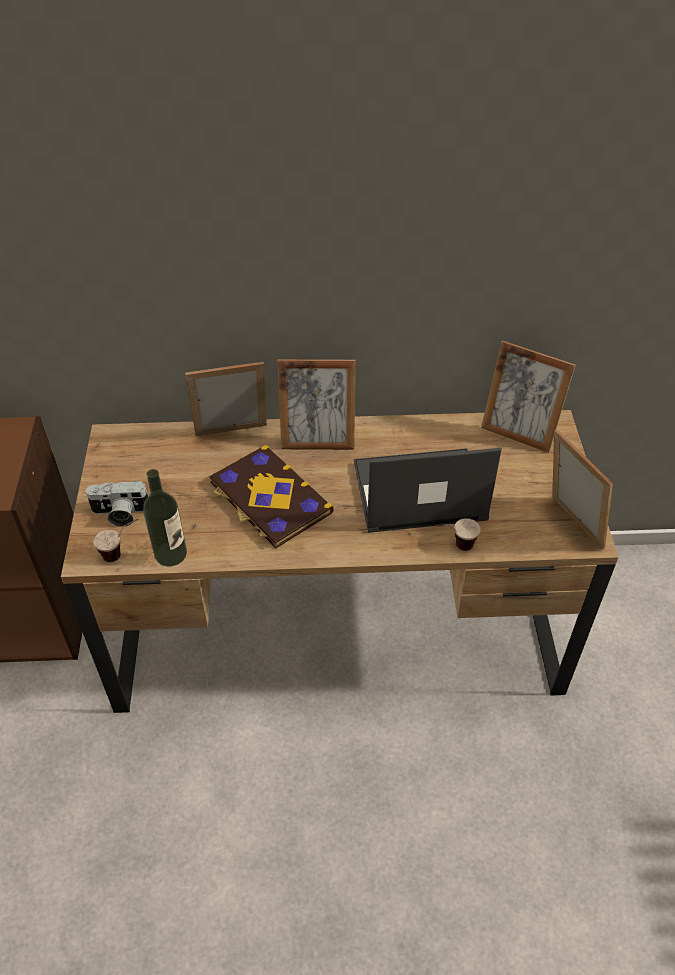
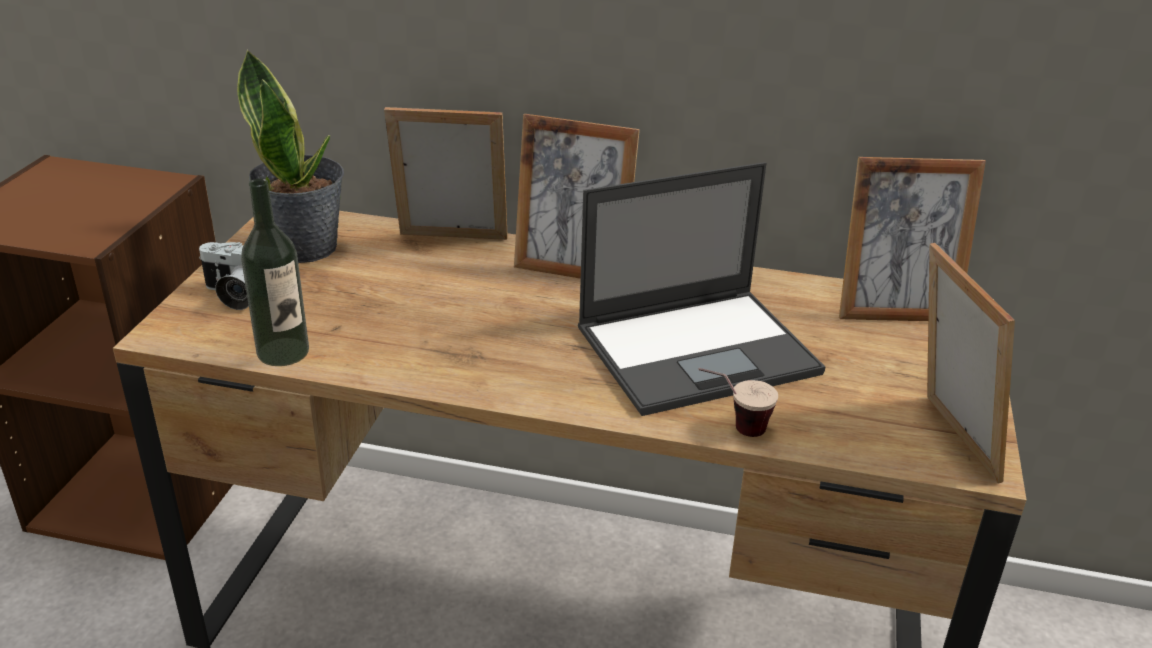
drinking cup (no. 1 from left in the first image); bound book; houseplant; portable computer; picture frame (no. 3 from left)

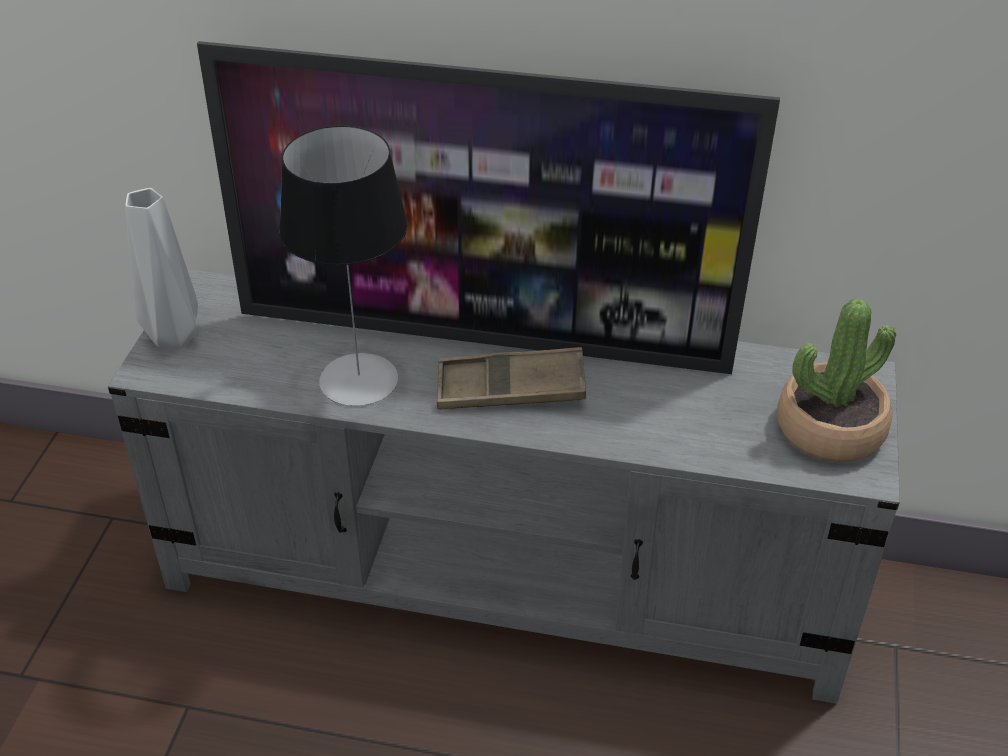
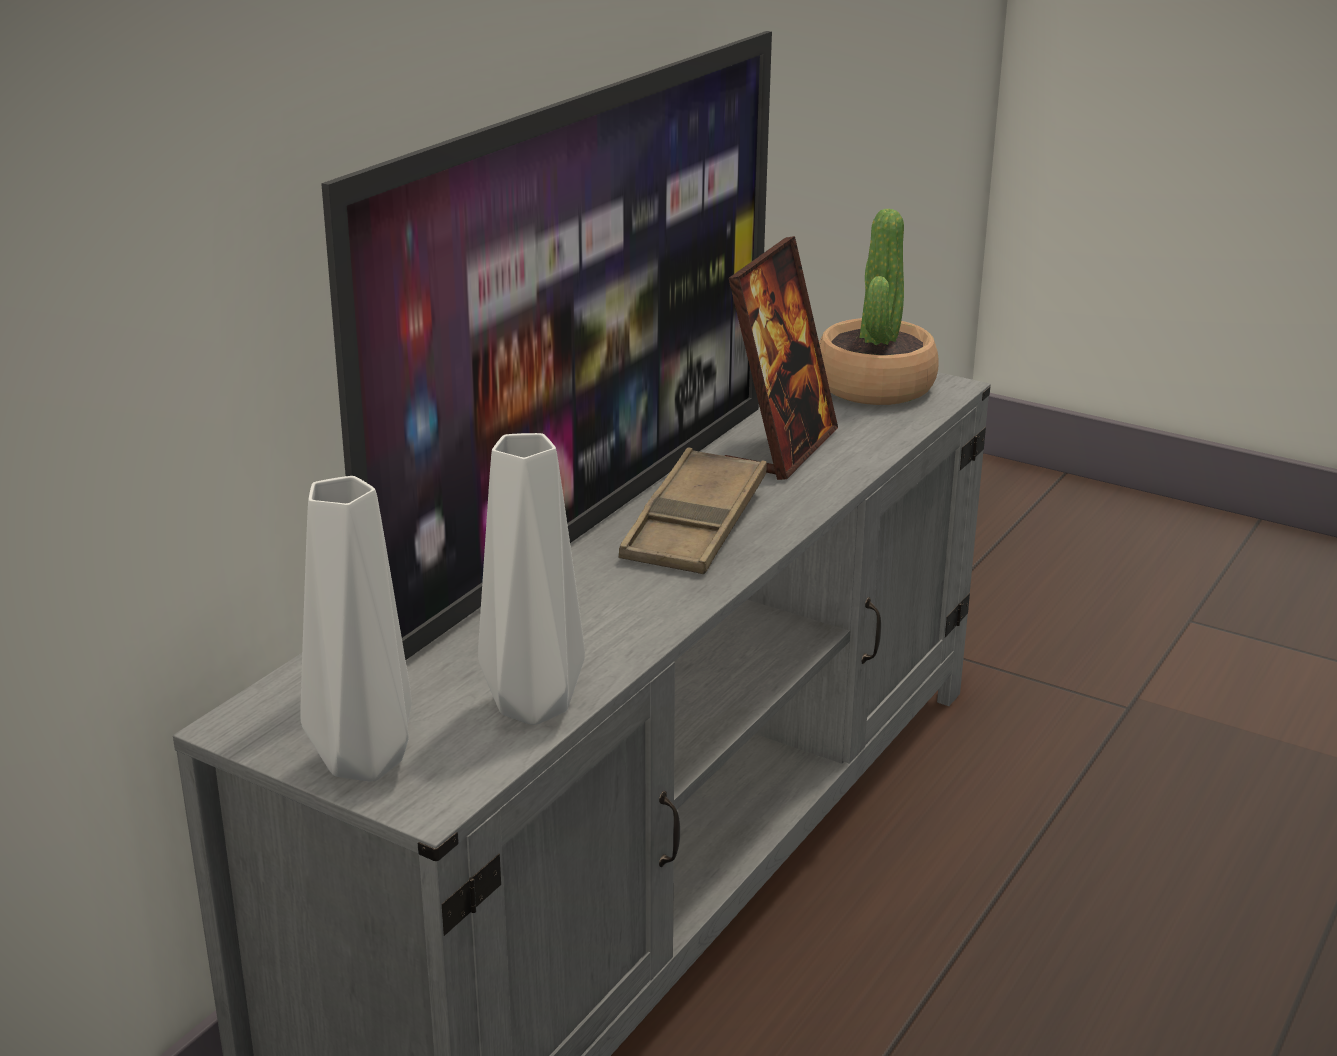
tabletop lamp; decorative vase (grey) (no. 2 from left); picture frame

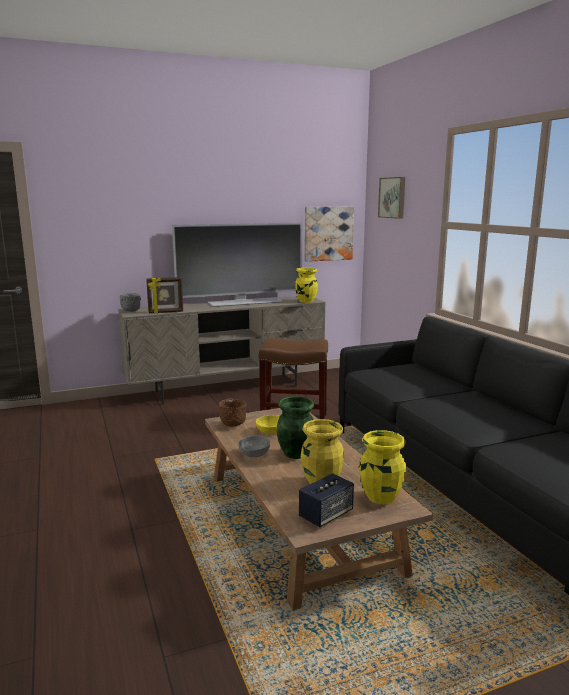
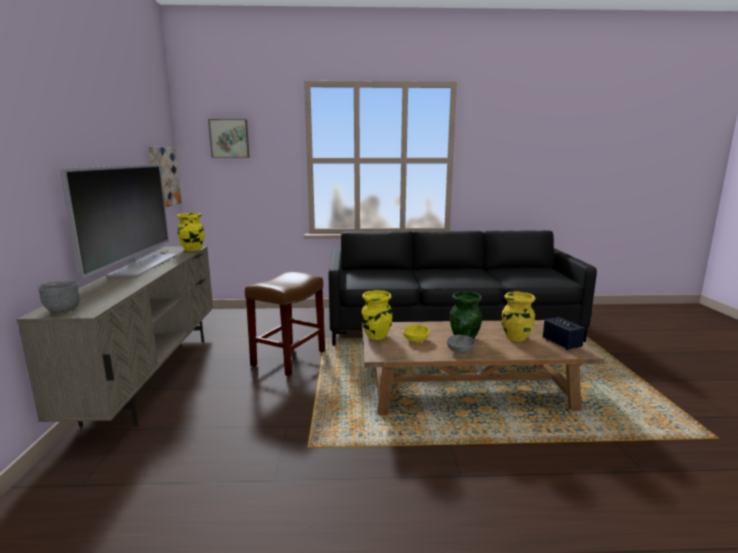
picture frame; serving bowl (brown); decorative vase (yellow) (no. 2 from left)

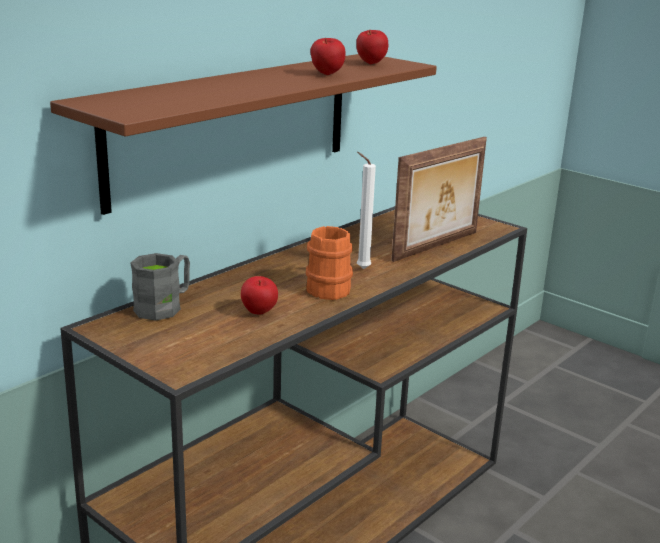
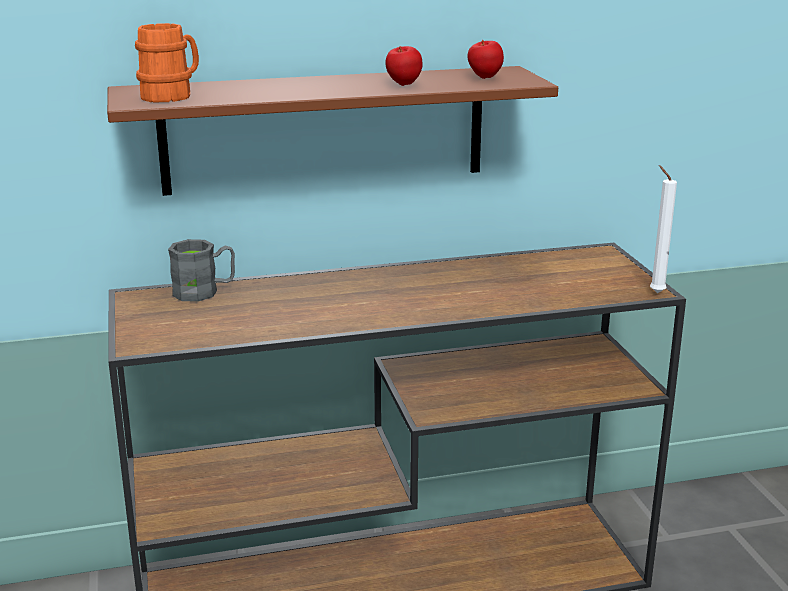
apple fruit (no. 1 from left in the first image); picture frame; mug (orange); wax candle (white)

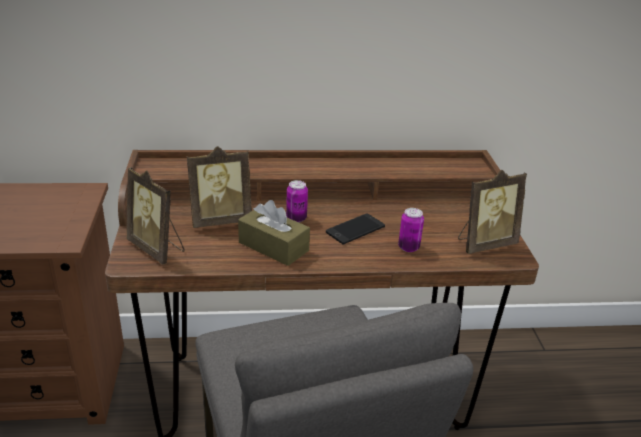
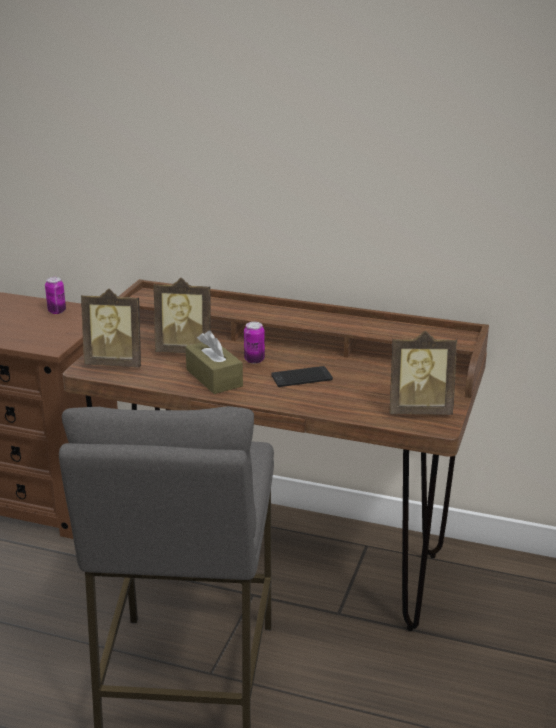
metal can (no. 1 from left); picture frame (no. 1 from left)

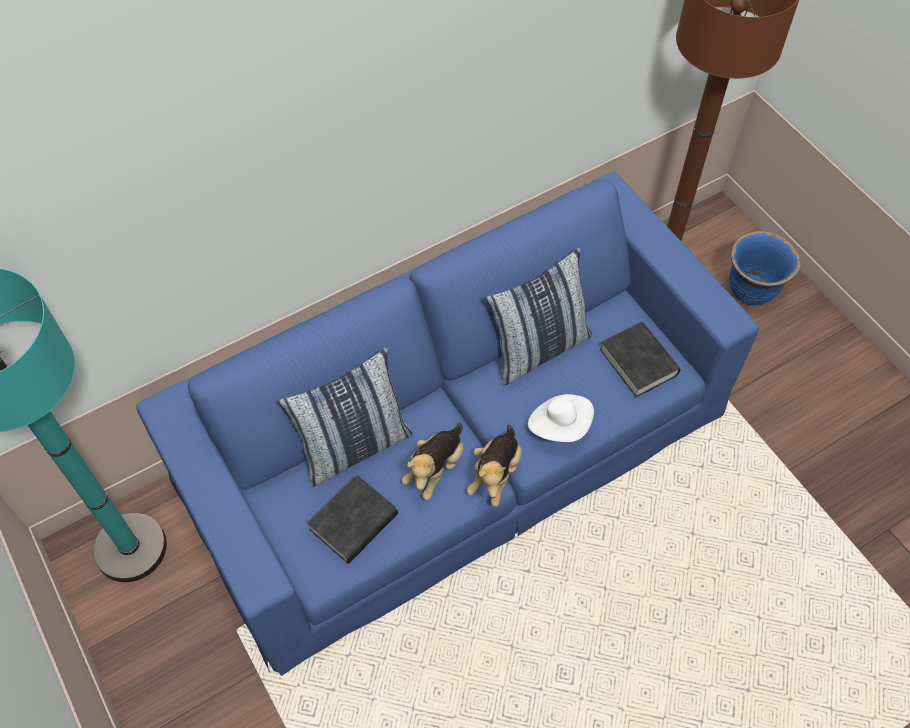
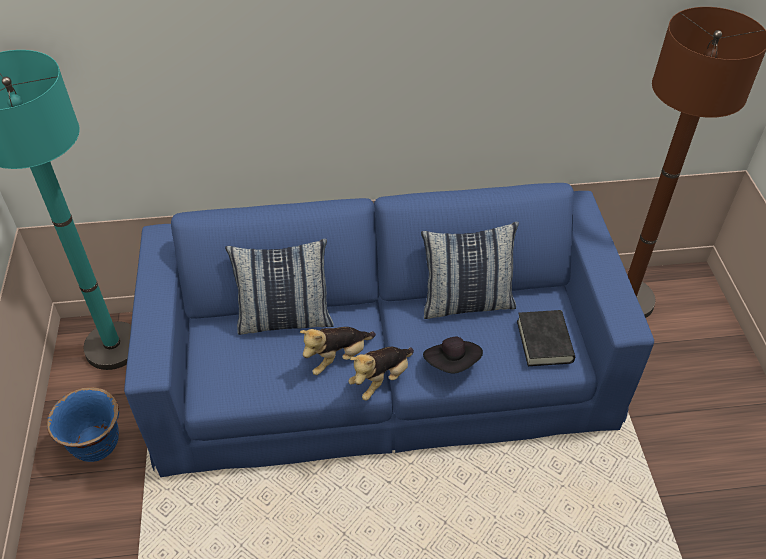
bound book (blackish) (no. 1 from left in the first image); flower pot (blue); wearable hat (blackish)

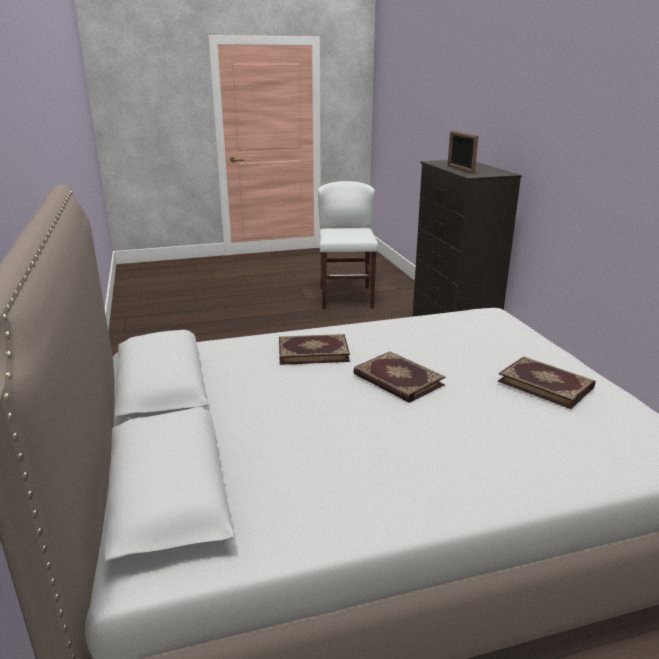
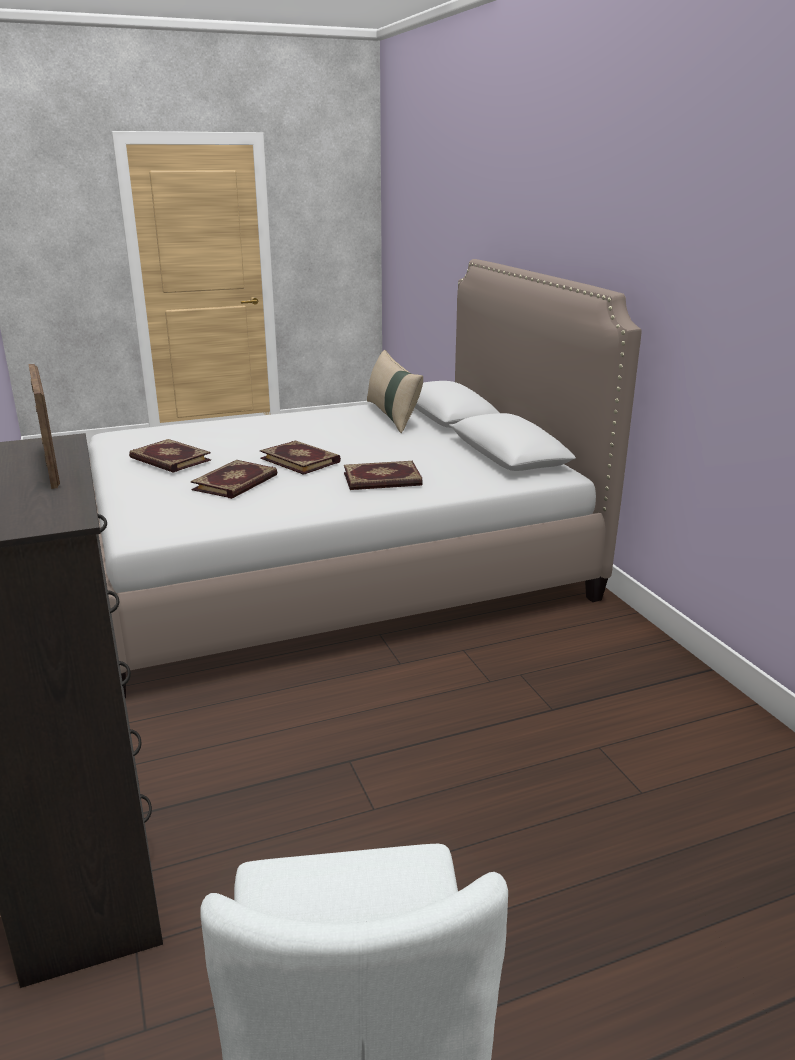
bound book (no. 2 from left); throw pillow (beige)

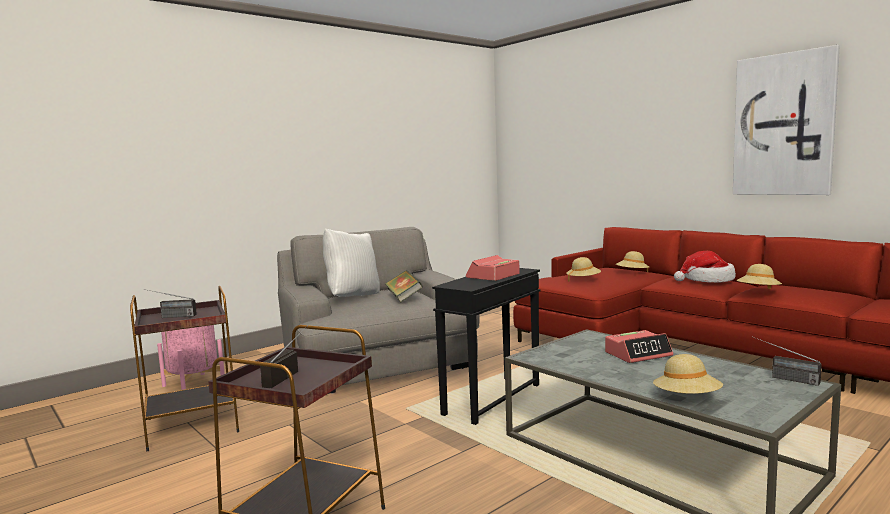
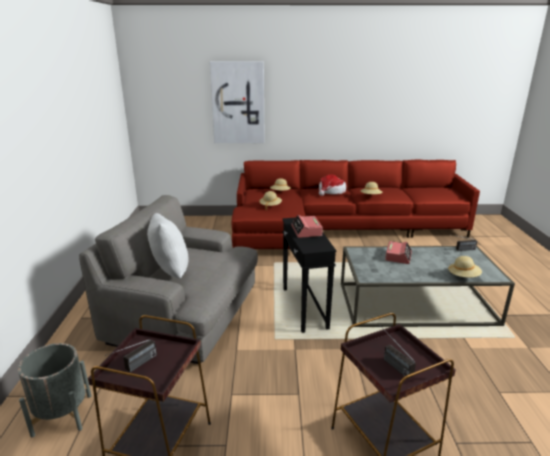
bound book; picture; flower pot (grey)

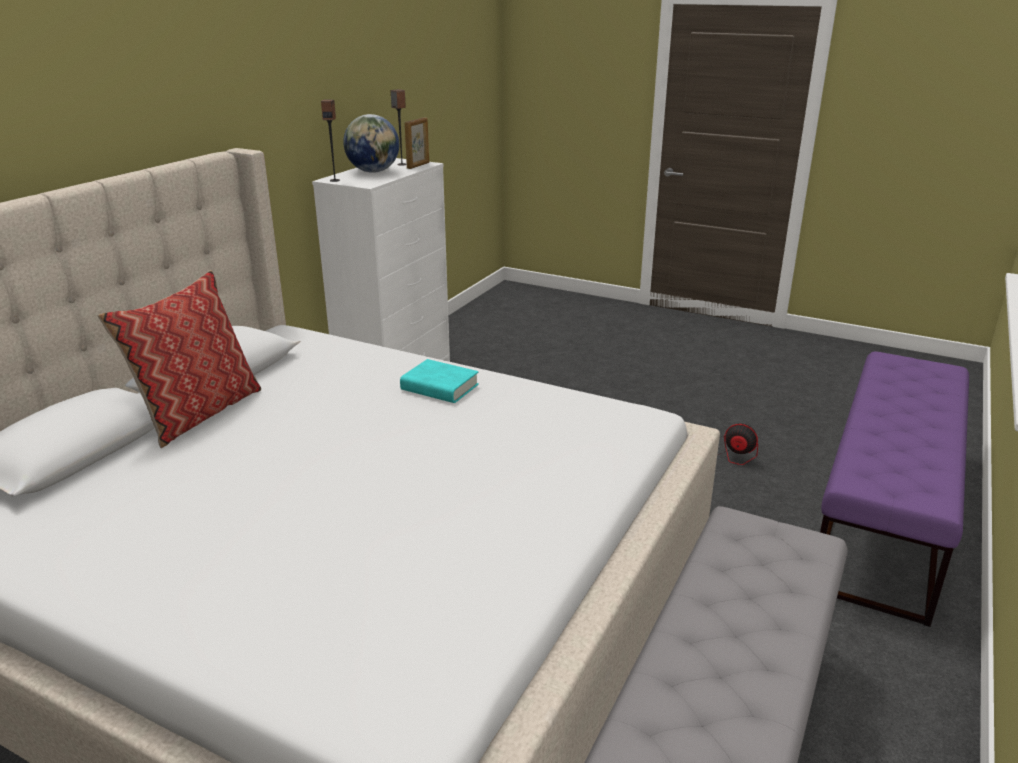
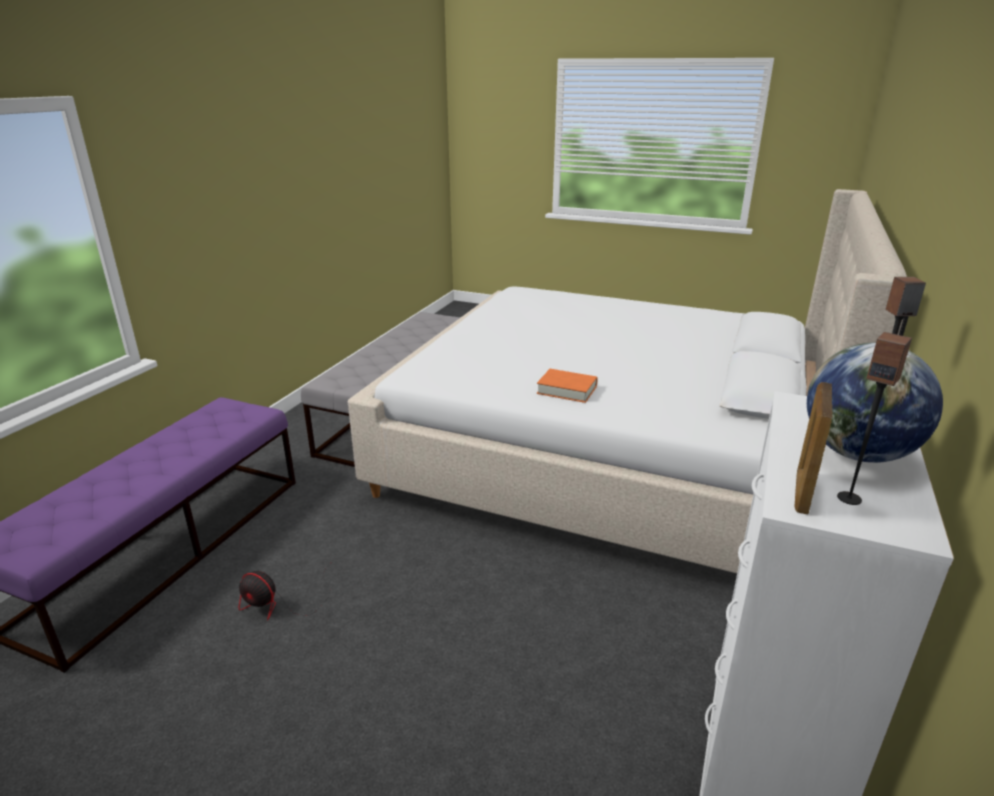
throw pillow; bound book (orange)

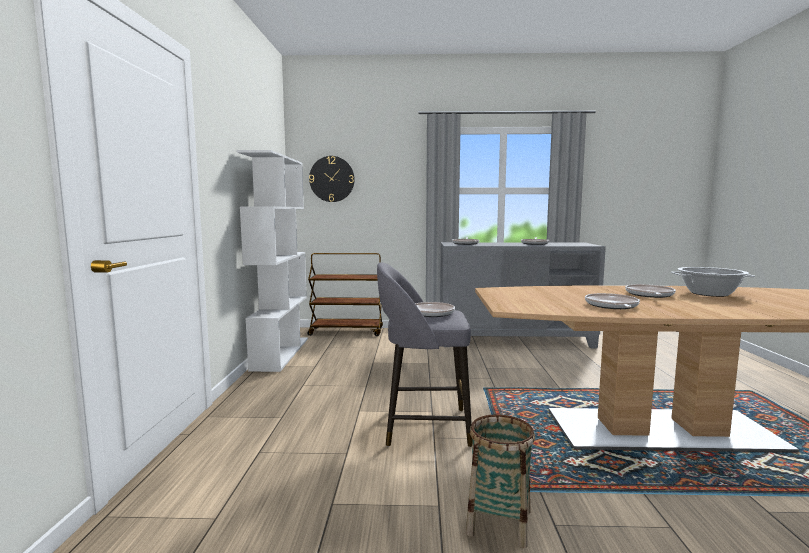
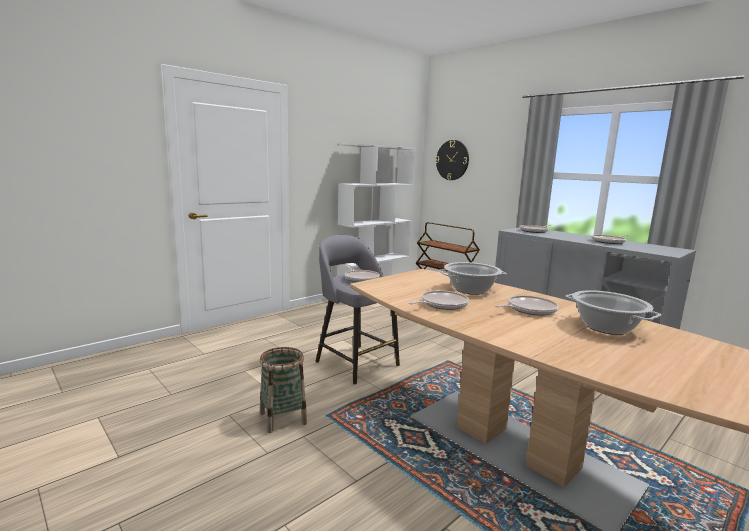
saucepot (no. 1 from left)

